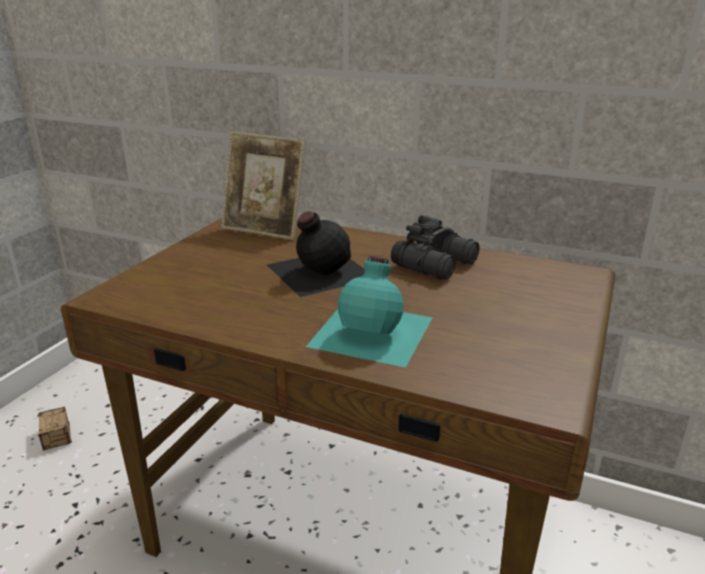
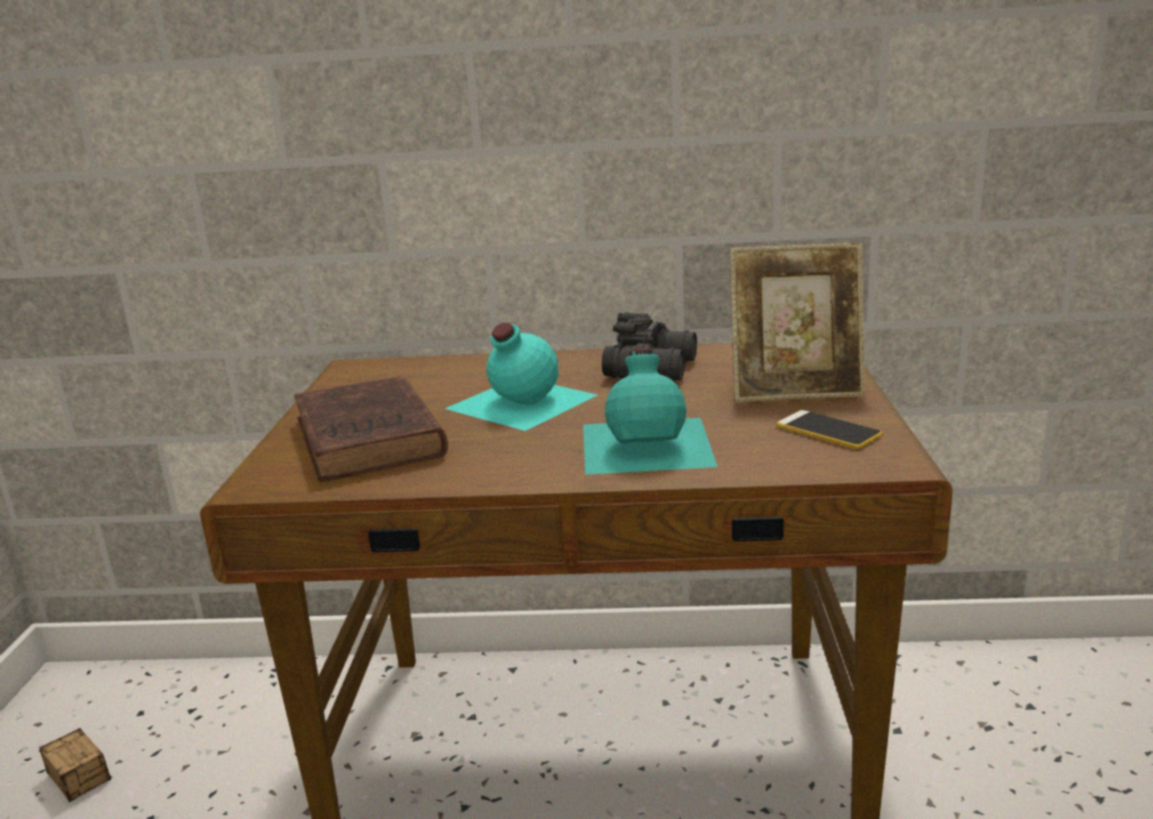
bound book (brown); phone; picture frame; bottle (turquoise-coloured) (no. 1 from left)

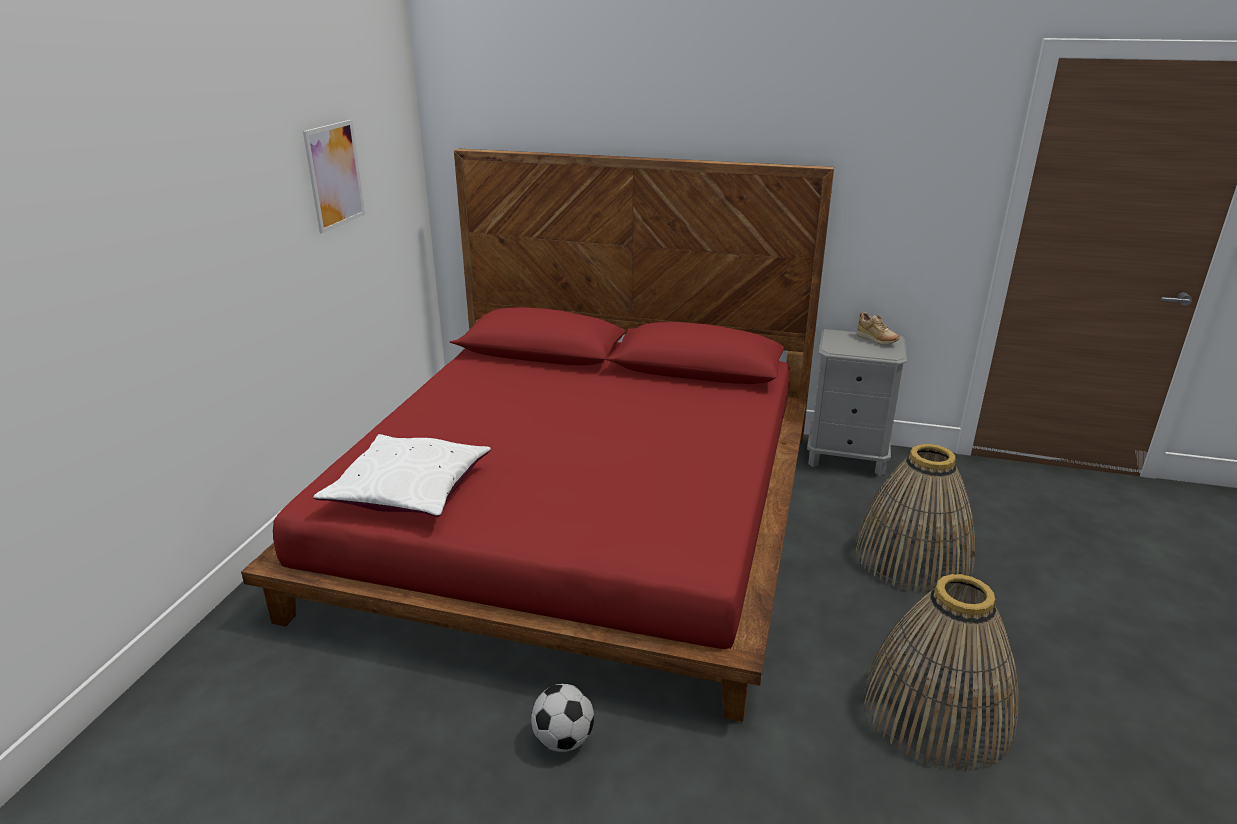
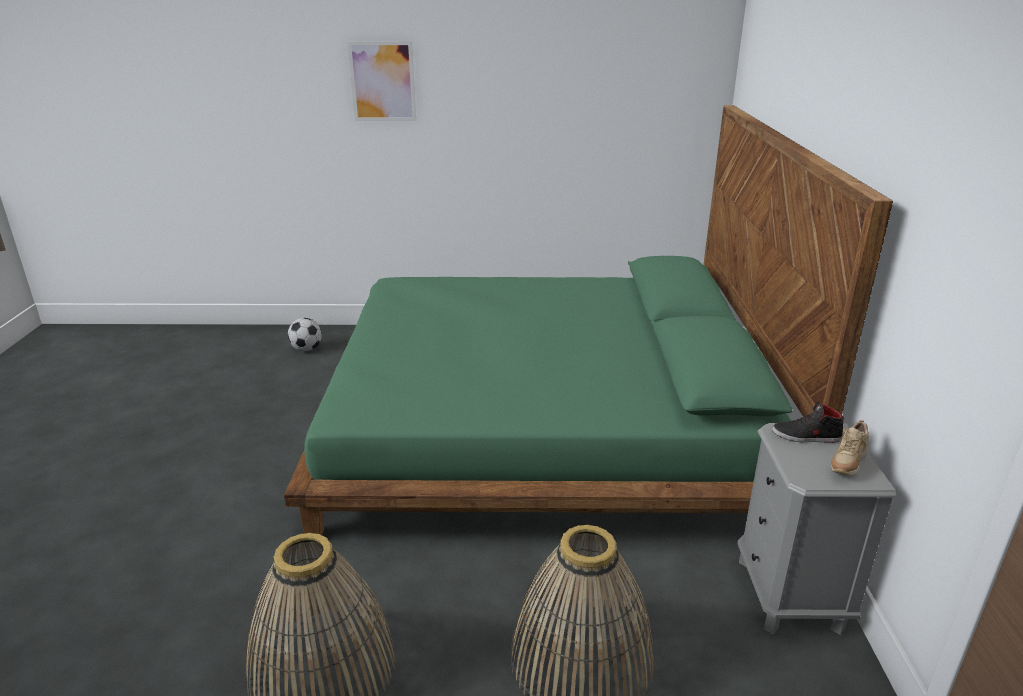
throw pillow (white); shoe (blackish); picture; football ball; bed (green-coloured)

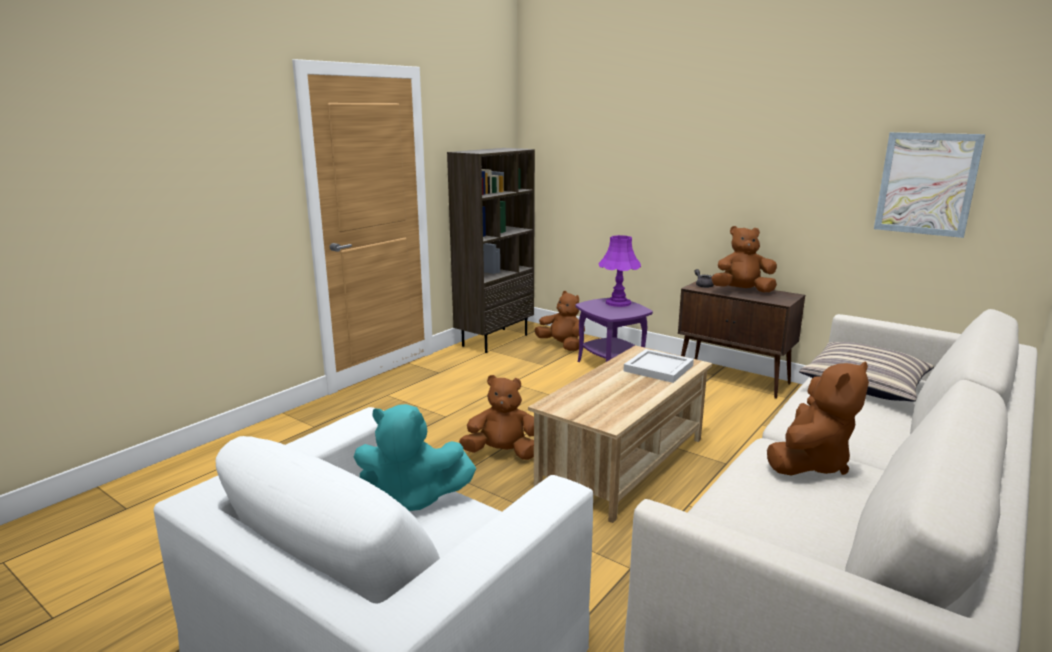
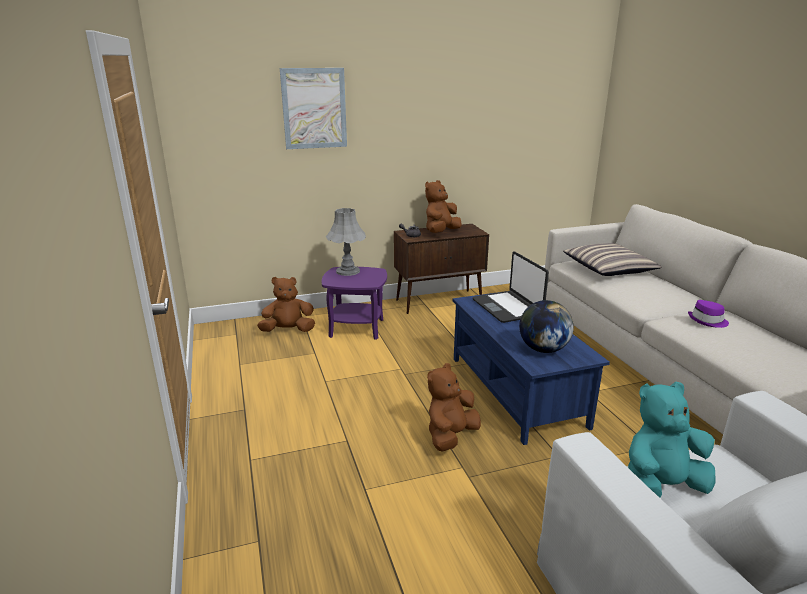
bookcase (brown); globe; picture; portable computer; wearable hat (purplish); coffee table (blue); tabletop lamp (grey); soft toy (turquoise-coloured)

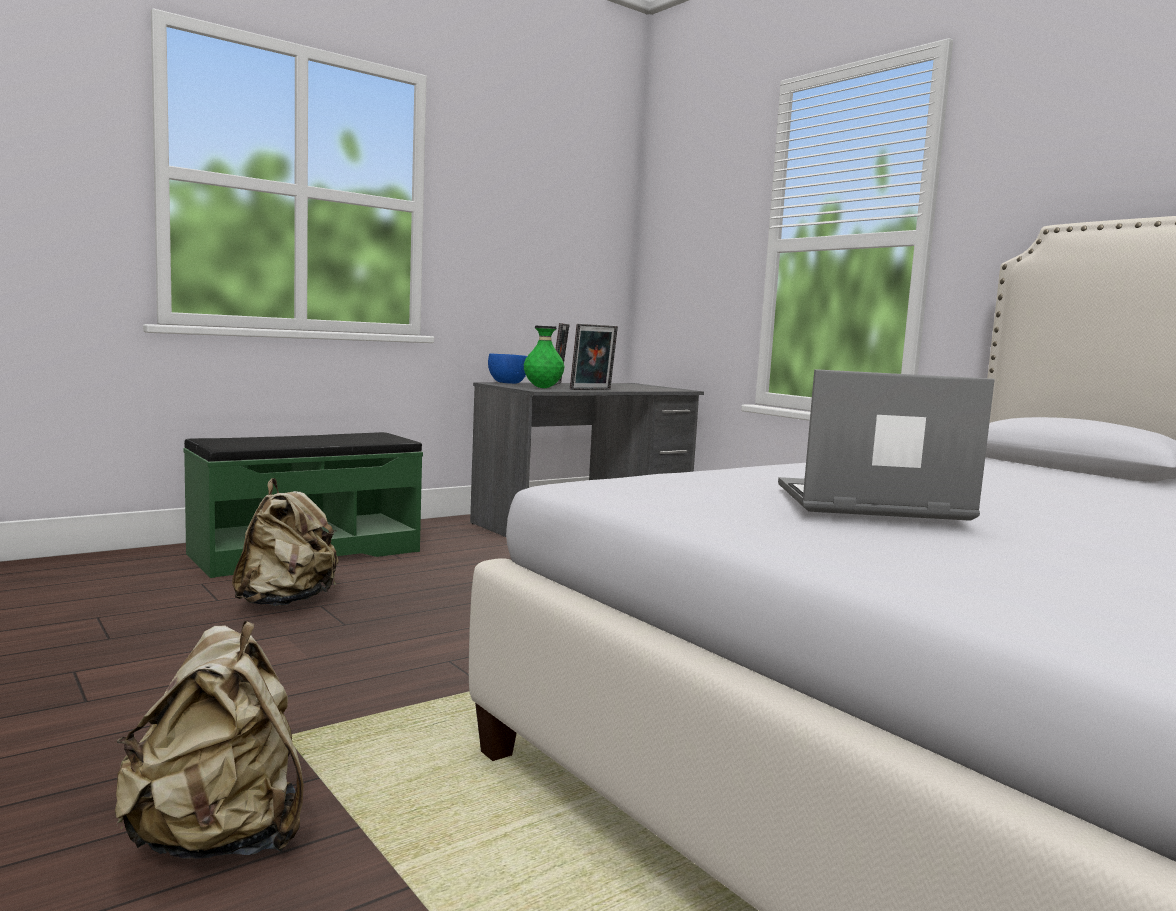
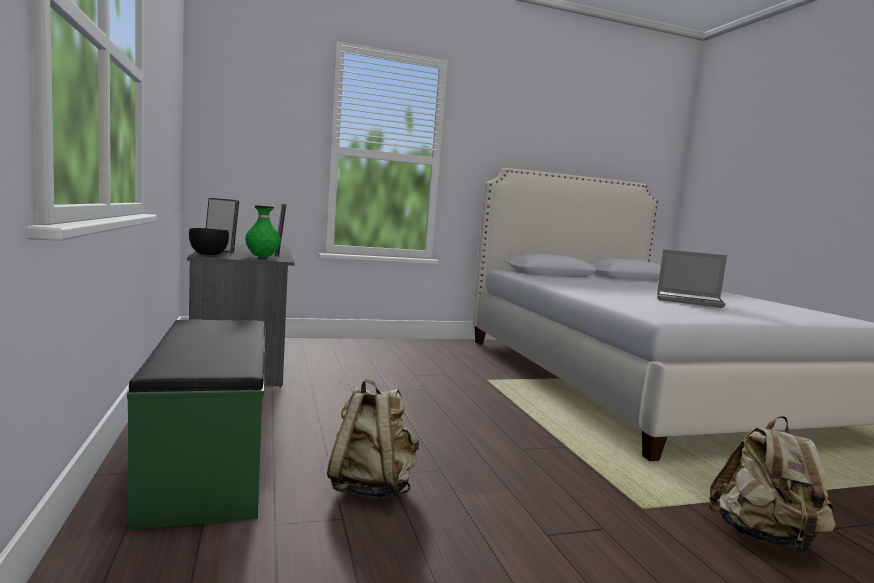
serving bowl (blackish); portable computer

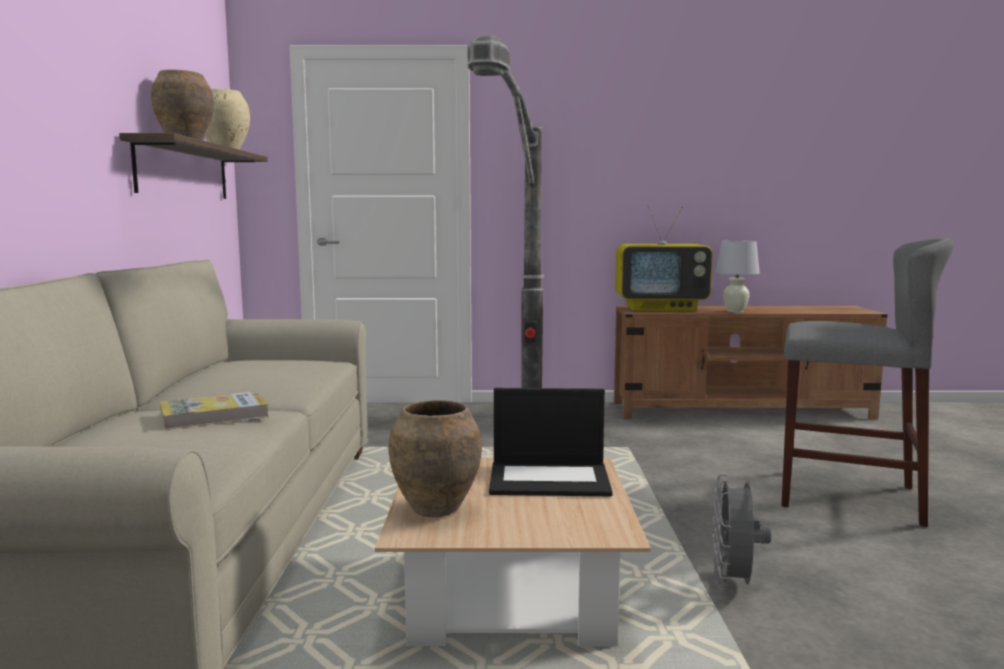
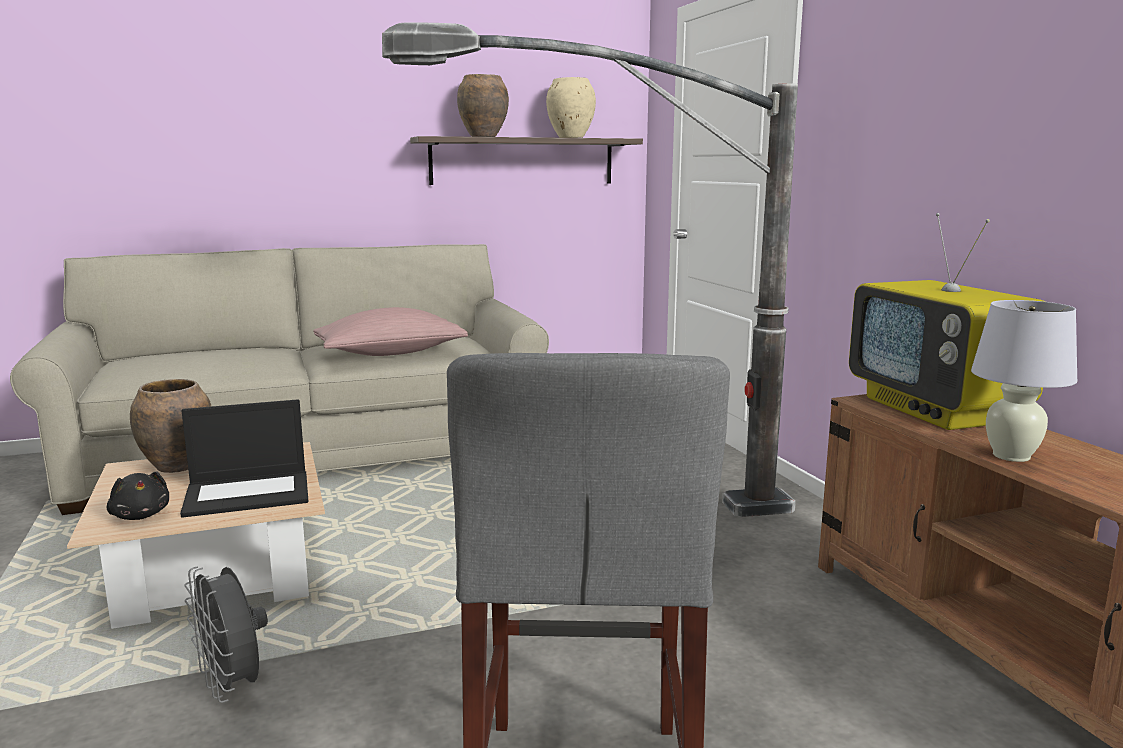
bound book; soft toy (blackish); throw pillow (pink); portable computer; cooling fan (grey)

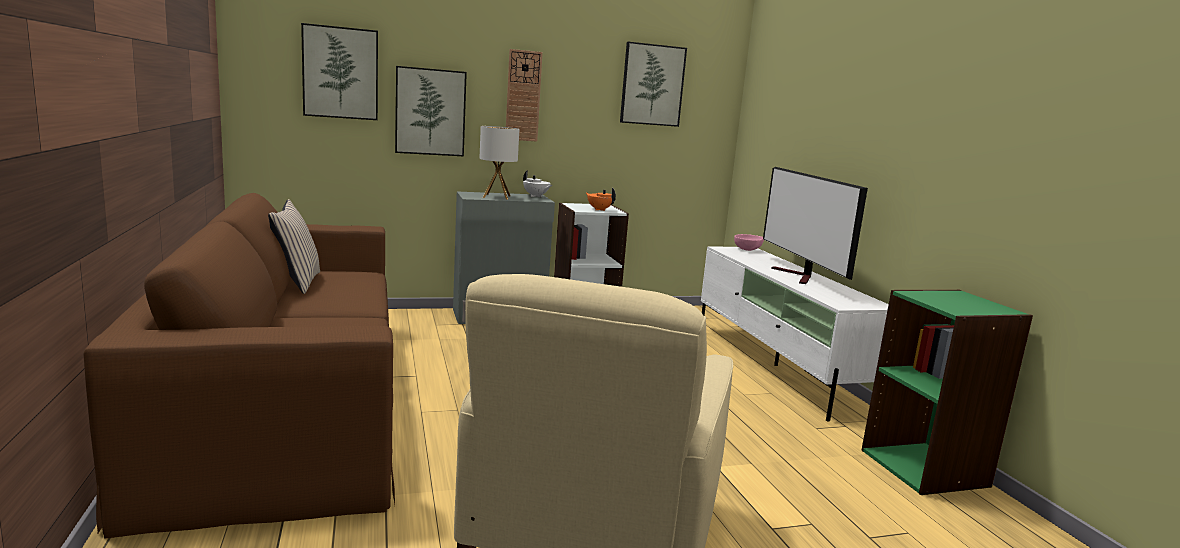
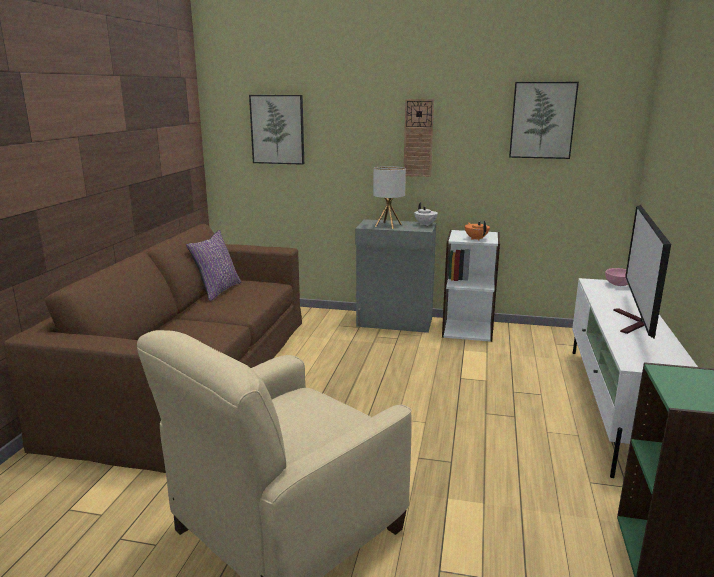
picture (no. 2 from left in the first image); throw pillow (purplish)

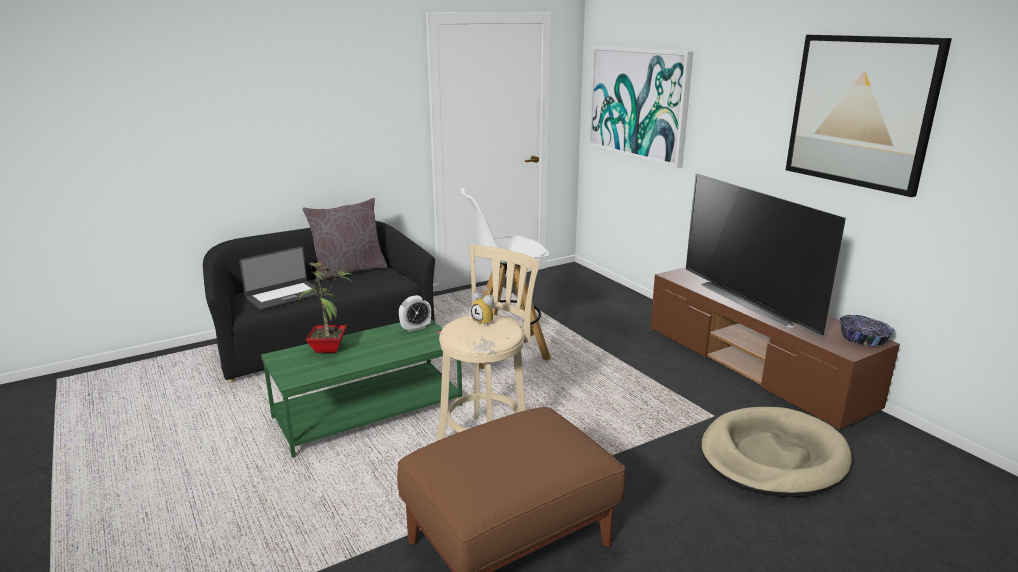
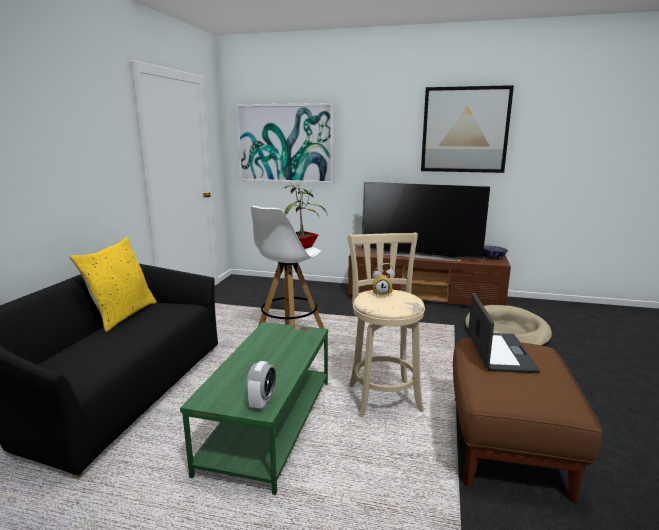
portable computer; houseplant; bedside clock (no. 1 from left); throw pillow (yellow)

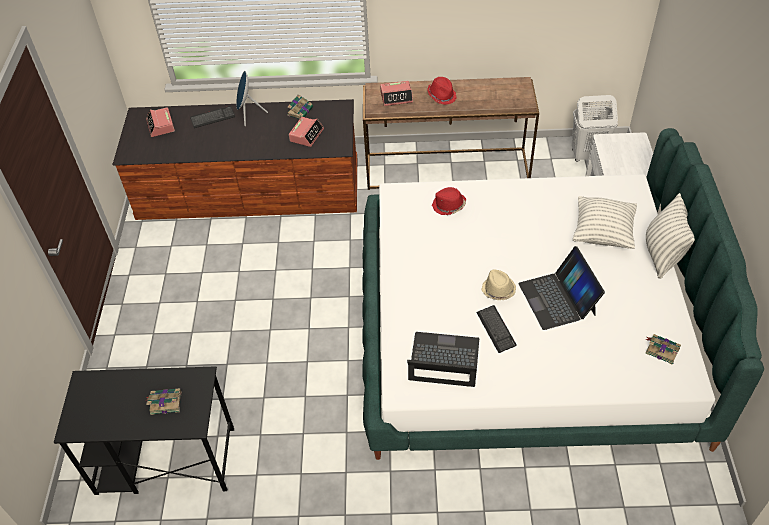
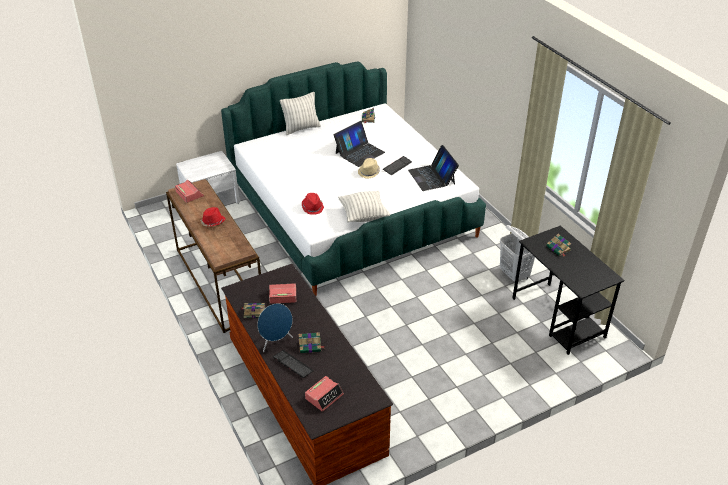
bound book (no. 2 from left); bedside clock (no. 1 from left); washing basket (white); throw pillow (no. 2 from left)

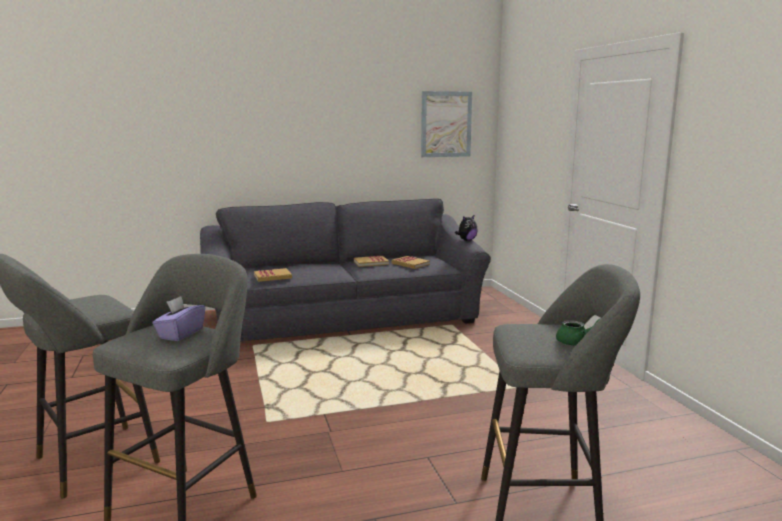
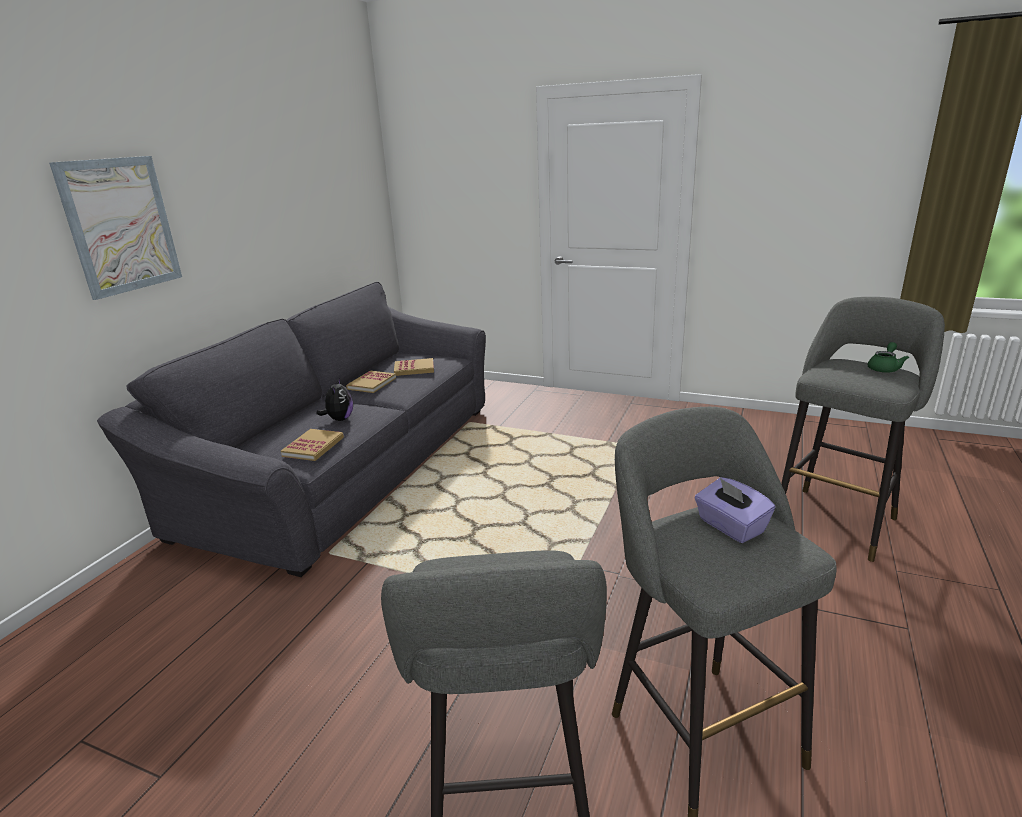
picture; soft toy

